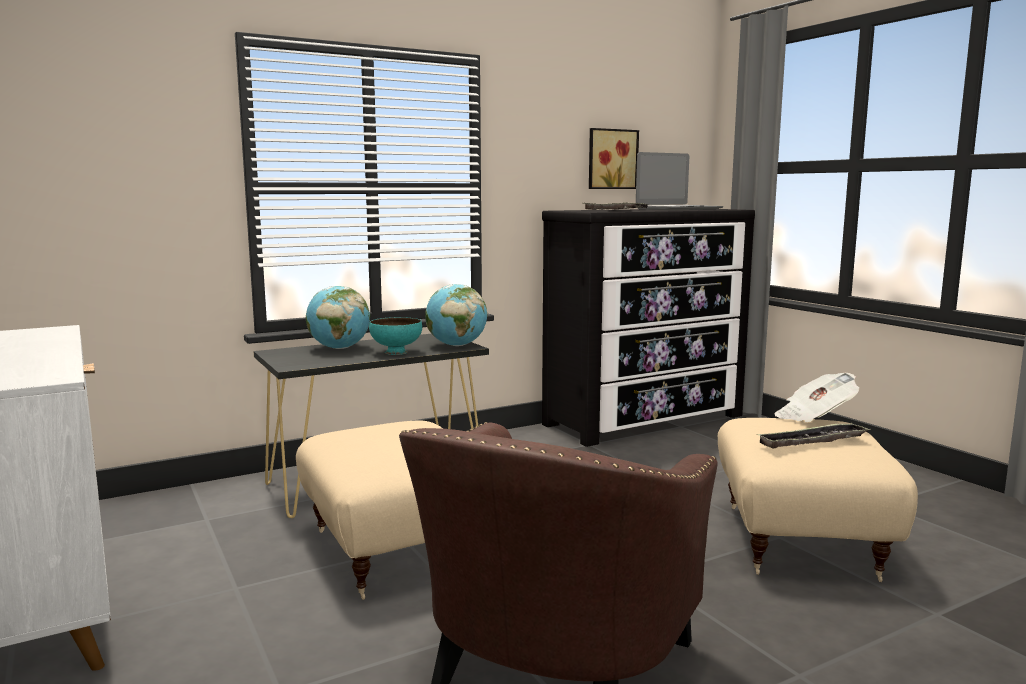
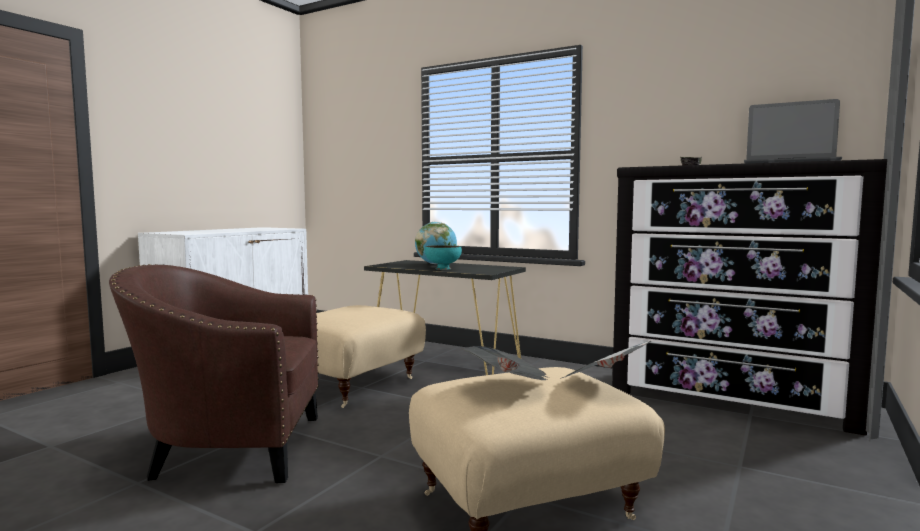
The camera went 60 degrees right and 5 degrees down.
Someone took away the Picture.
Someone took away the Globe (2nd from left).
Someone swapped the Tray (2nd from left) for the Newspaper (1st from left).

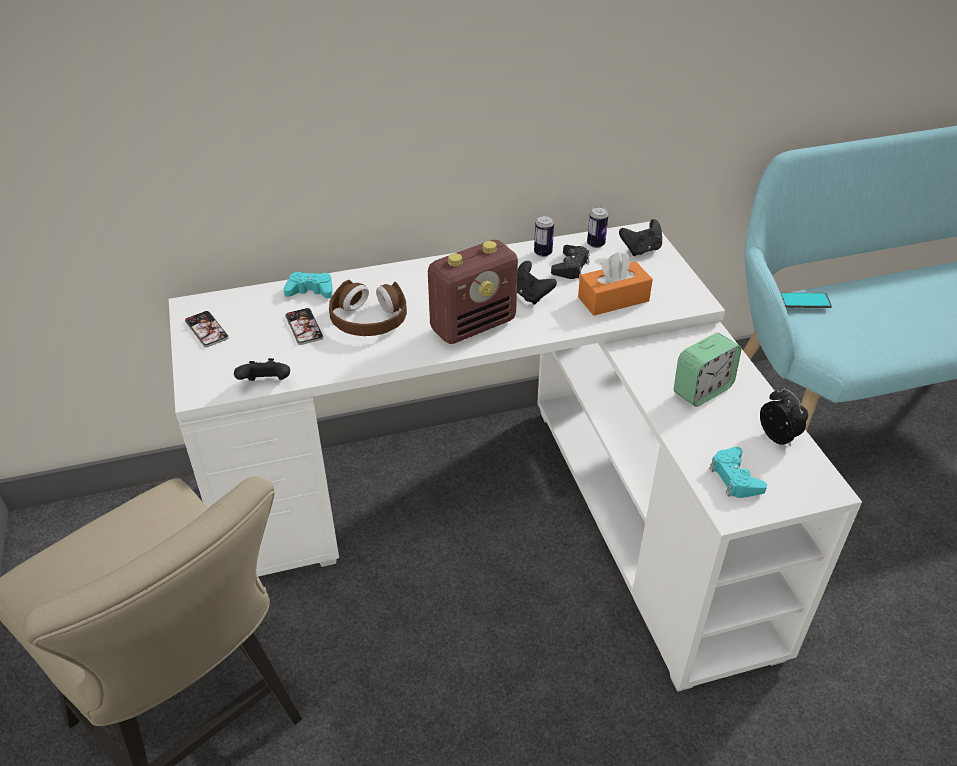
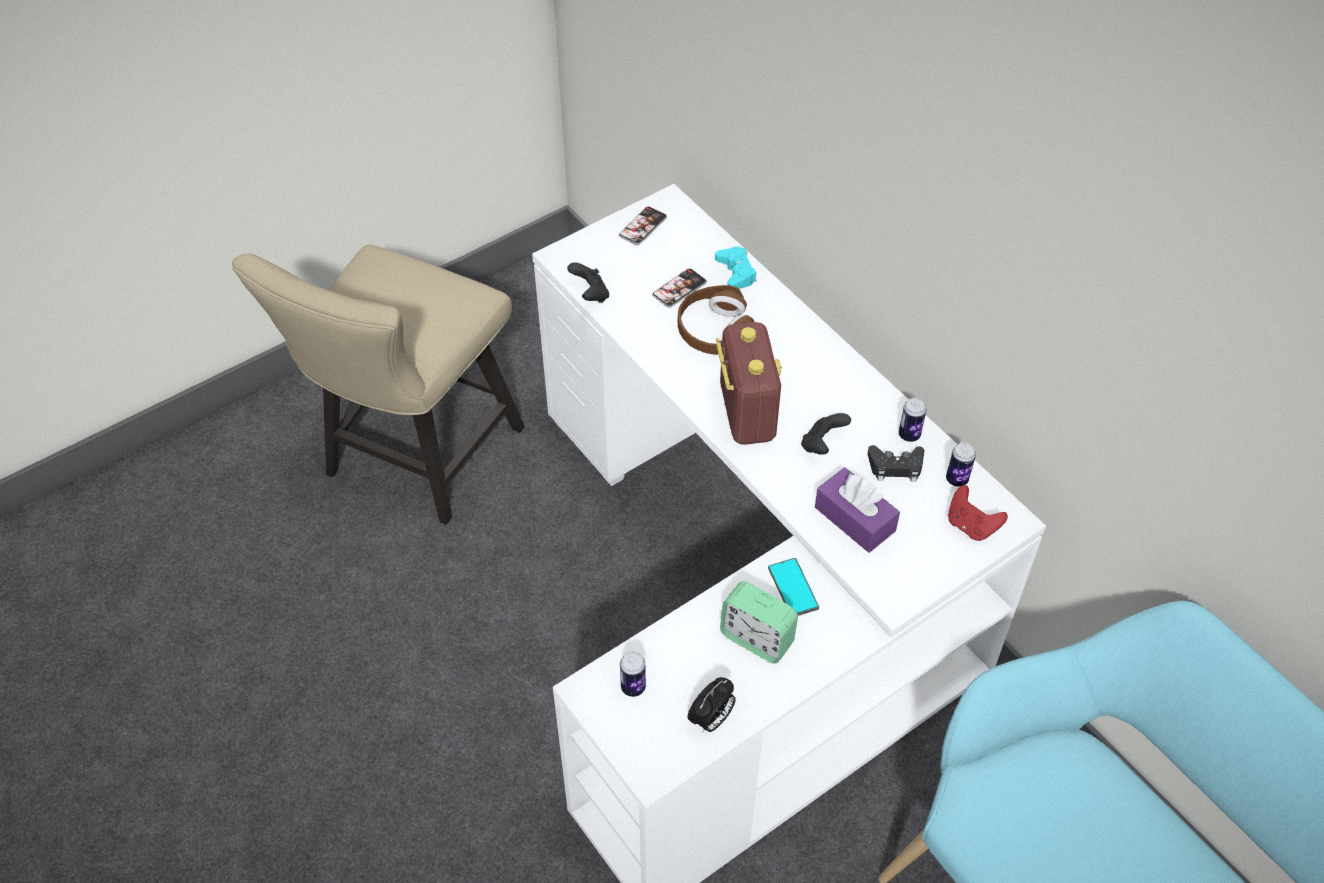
The camera went 70 degrees right and 10 degrees up.
Someone repainted the BlackGameController (4th from left), which became the RedGameController.
Someone rotated the Radio by 135 degrees counterclockwise.
Someone repainted the OrangeTissueBox, which became the PurpleTissueBox.
Someone carried the Phone (3rd from left).
Someone swapped the TurquoiseGameController (2nd from left) for the Can (1st from left).

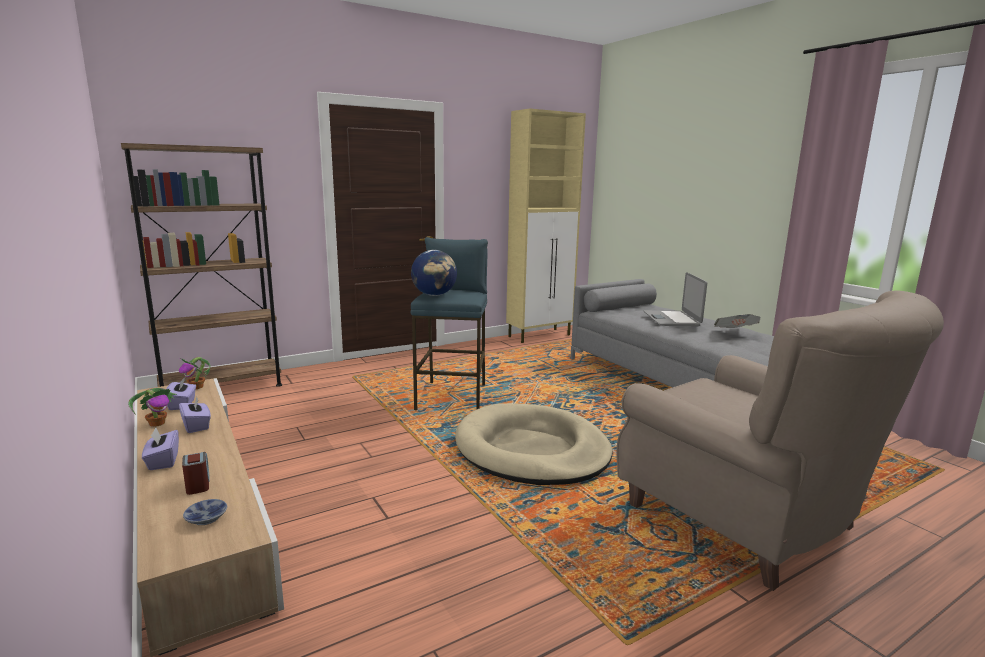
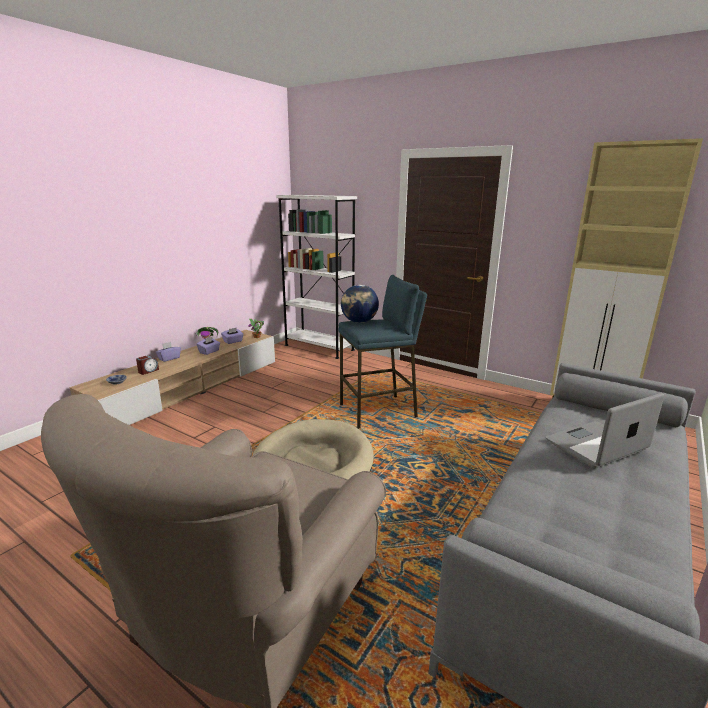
The camera went 65 degrees right and 5 degrees up.
Someone repainted the BrownBookcase, which became the WhiteBookcase.
Someone took away the Newspaper.

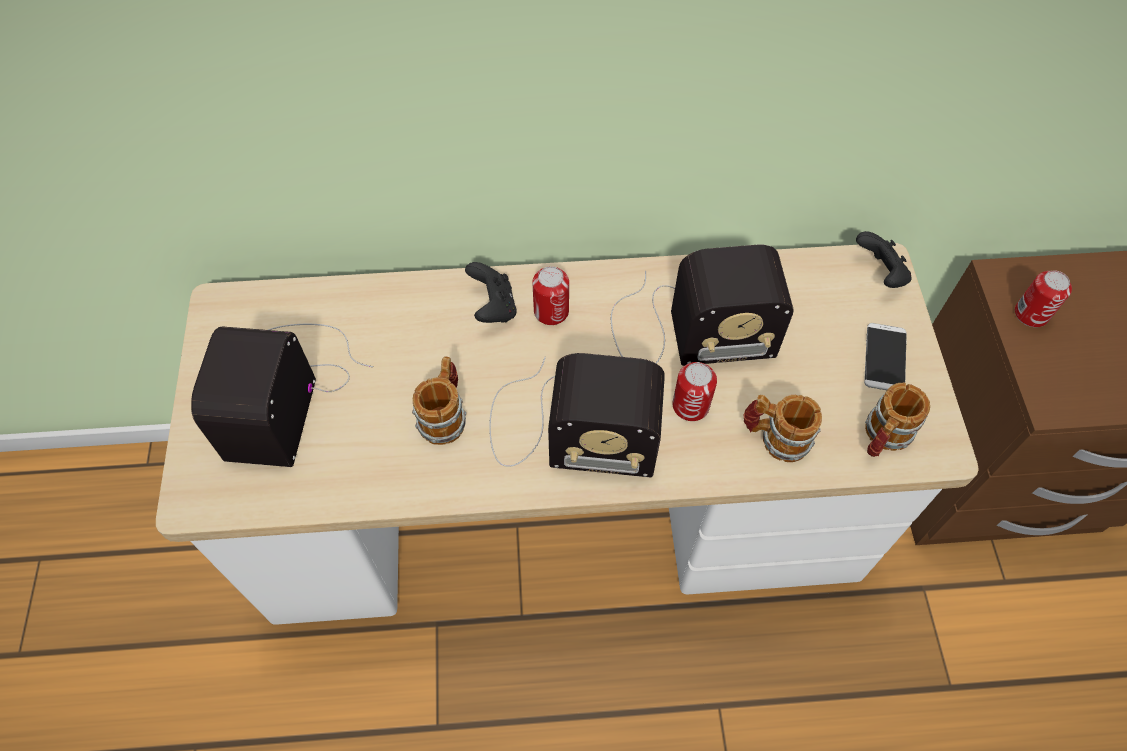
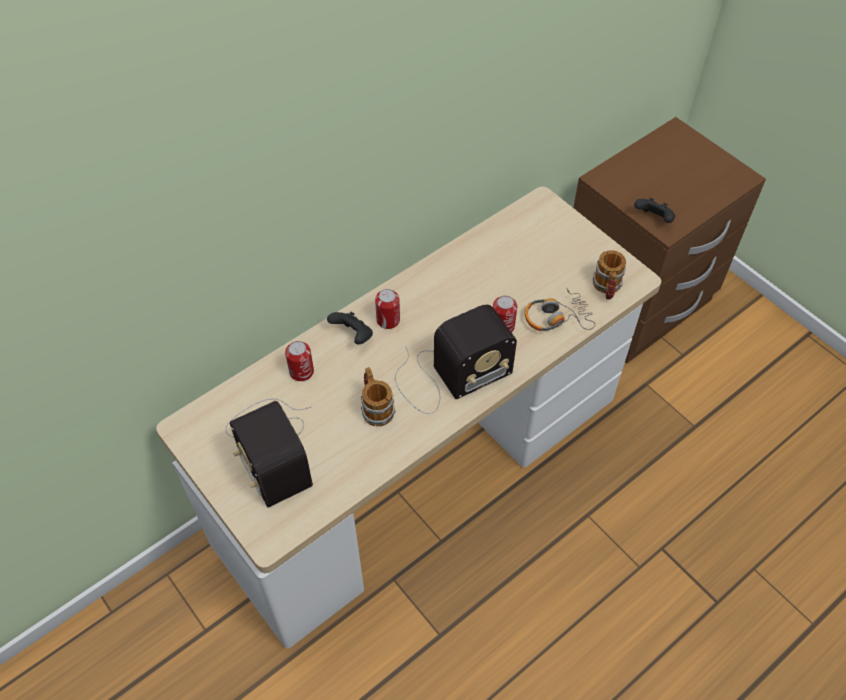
The camera went 35 degrees left and 5 degrees down.
Someone carried the BlackGameController (2nd from left).
Someone took away the Radio (3rd from left).
Someone carried the Can (3rd from left in the first image).
Someone took away the Phone.
Someone swapped the Mug (2nd from left) for the Headphones.

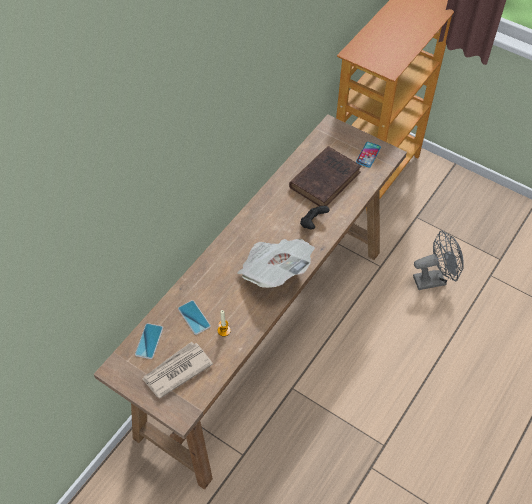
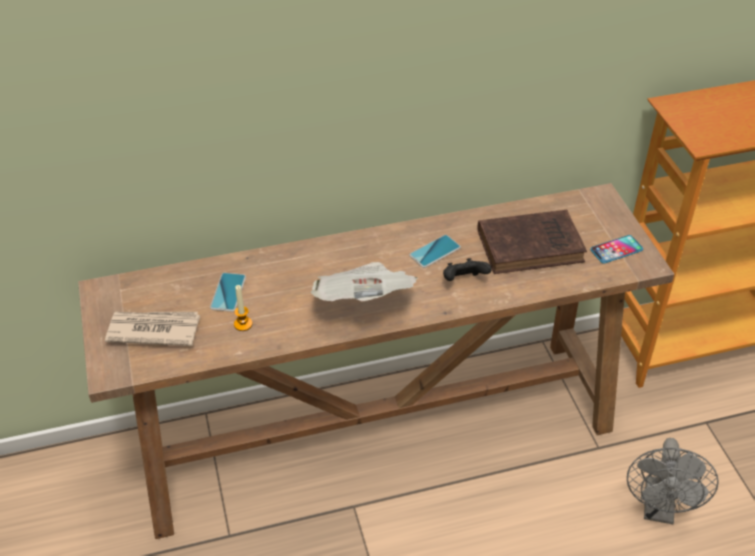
The camera went 40 degrees right and 10 degrees down.
Someone rotated the GreyFan by 75 degrees clockwise.
Someone carried the Phone (1st from left in the first image).

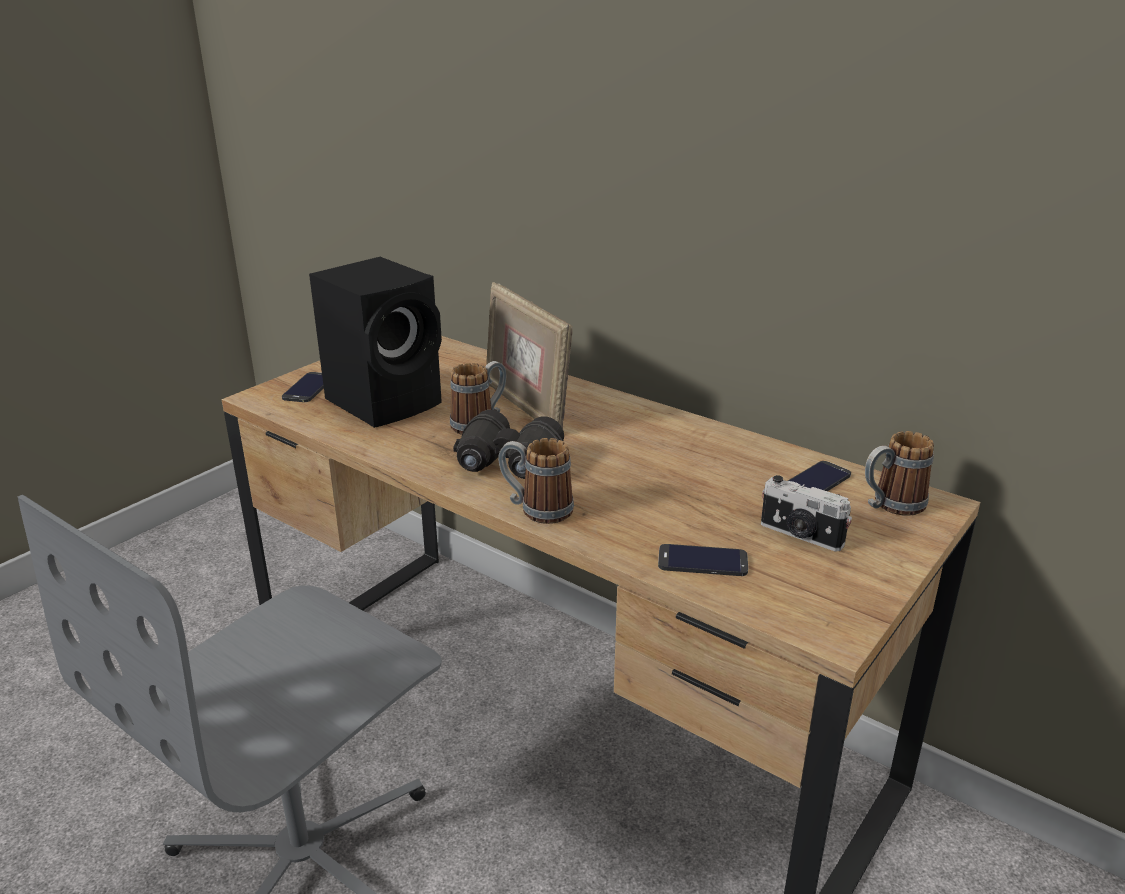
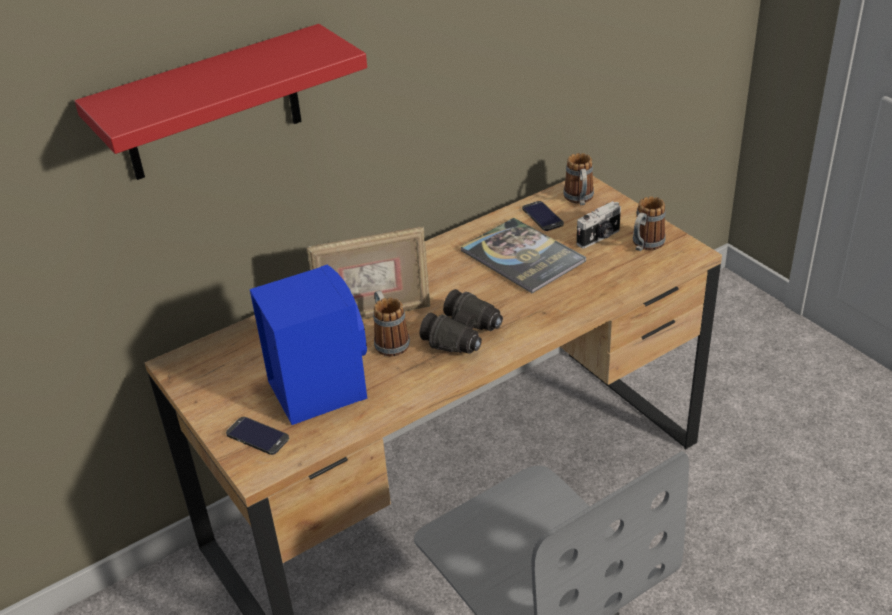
The camera went 70 degrees left and 10 degrees up.
Someone repainted the BlackSpeaker, which became the BlueSpeaker.
Someone carried the Mug (2nd from left in the first image).
Someone took away the Phone (2nd from left).
Someone put up the RedShelf.
Someone put down the Book.

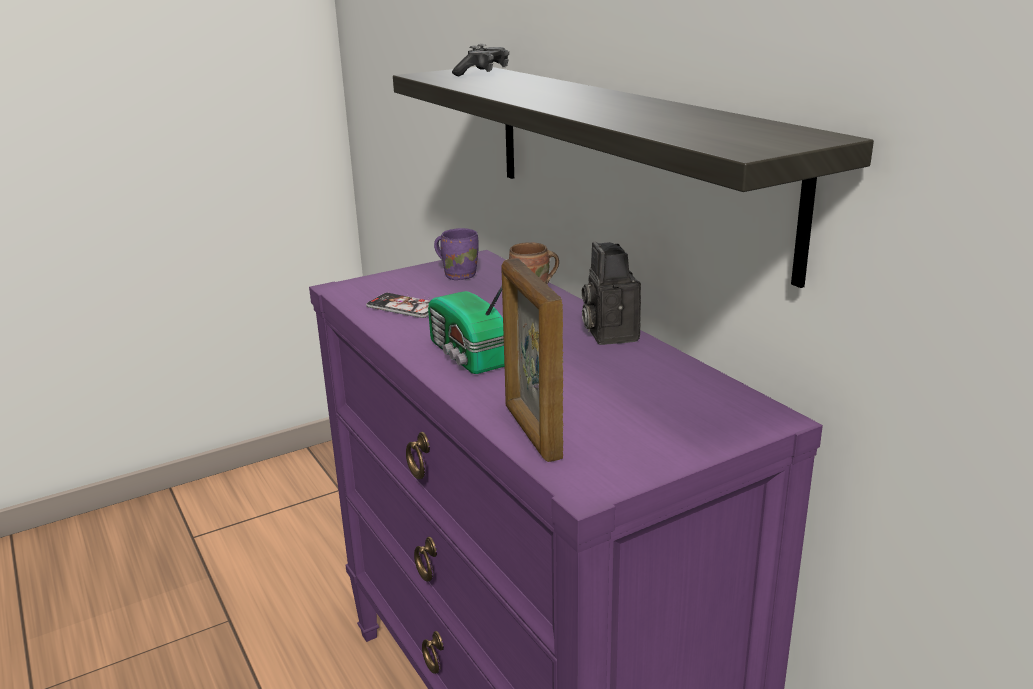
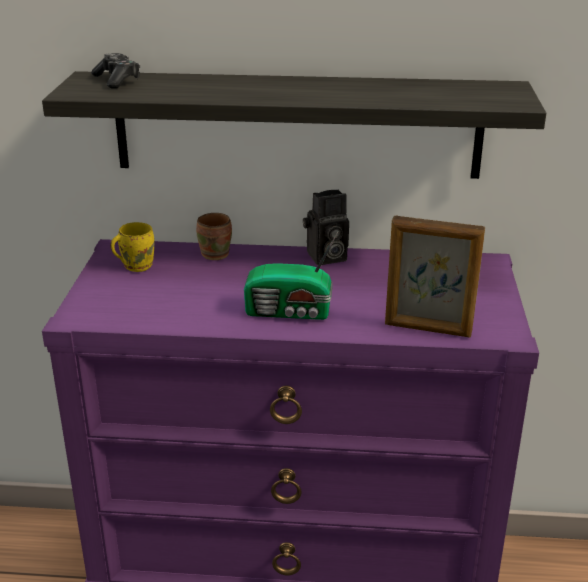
The camera went 55 degrees left and 5 degrees up.
Someone repainted the PurpleMug, which became the YellowMug.
Someone rotated the PhotoCamera by 45 degrees counterclockwise.
Someone took away the Phone.

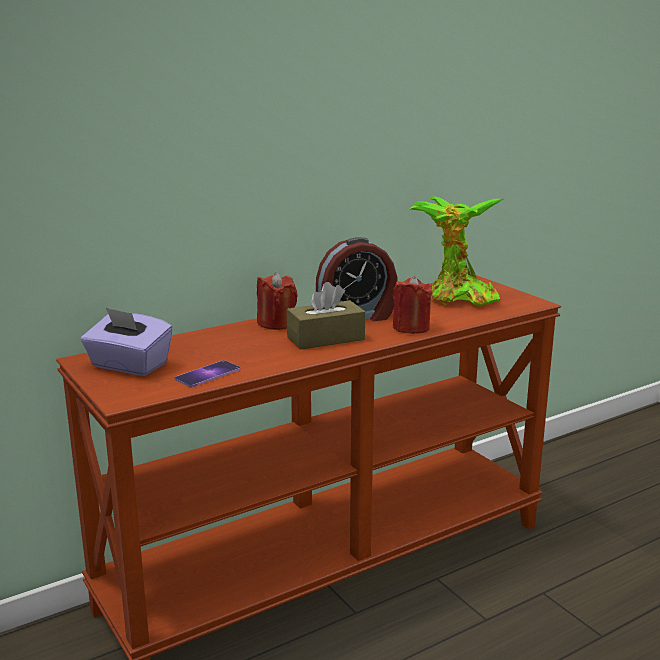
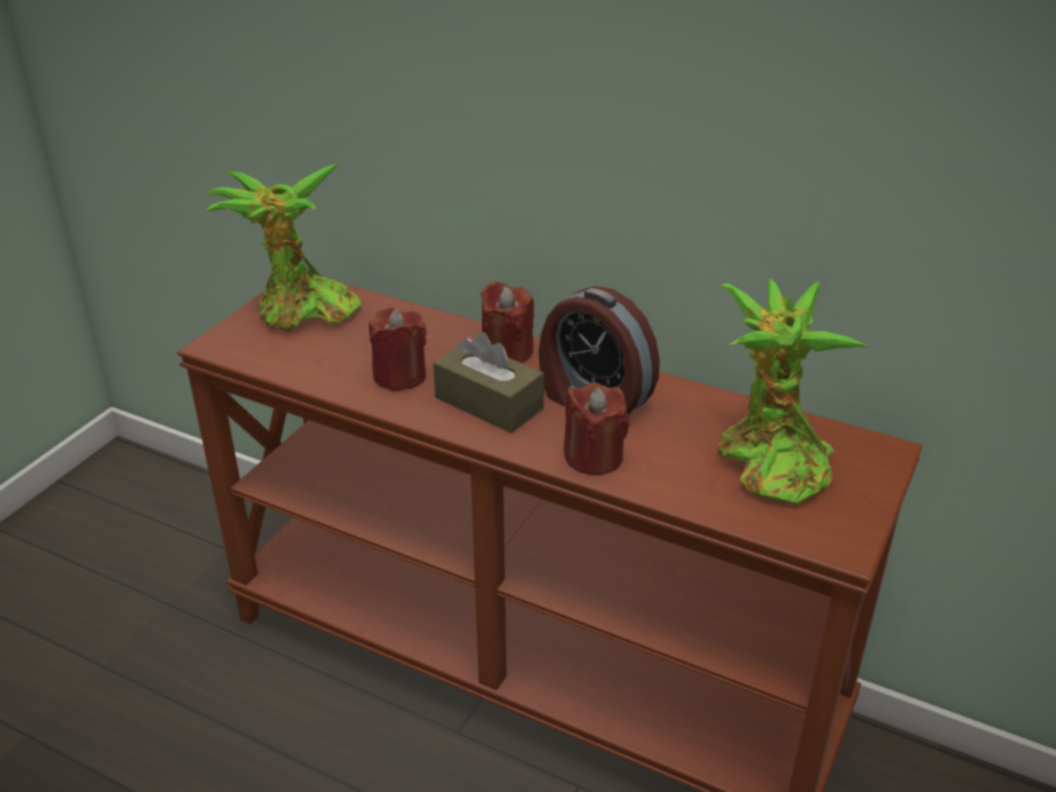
The camera went 60 degrees right and 15 degrees up.
Someone swapped the PurpleTissueBox for the PottedPlant (1st from left).
Someone took away the Phone.
Someone put down the RedCandle (1st from left).

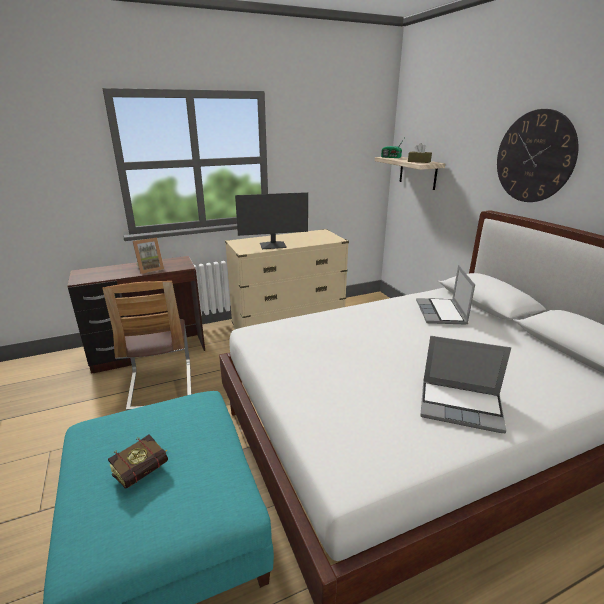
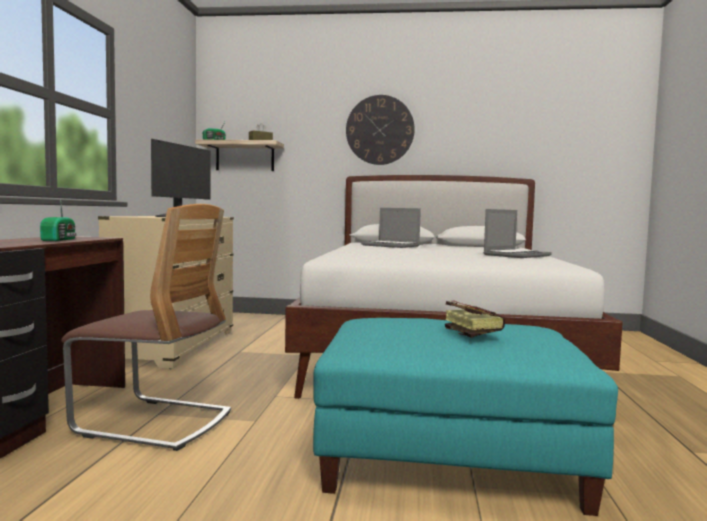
The camera went 60 degrees left and 20 degrees down.
Someone swapped the PictureFrame for the Radio (1st from left).

